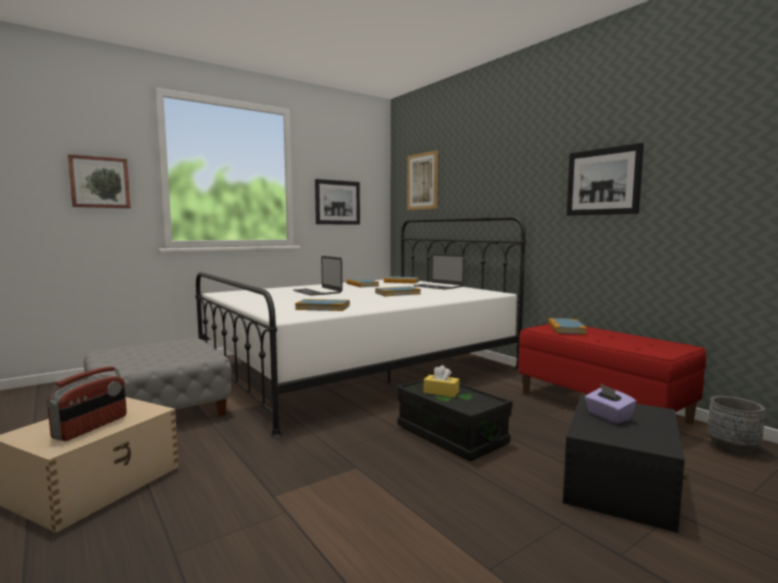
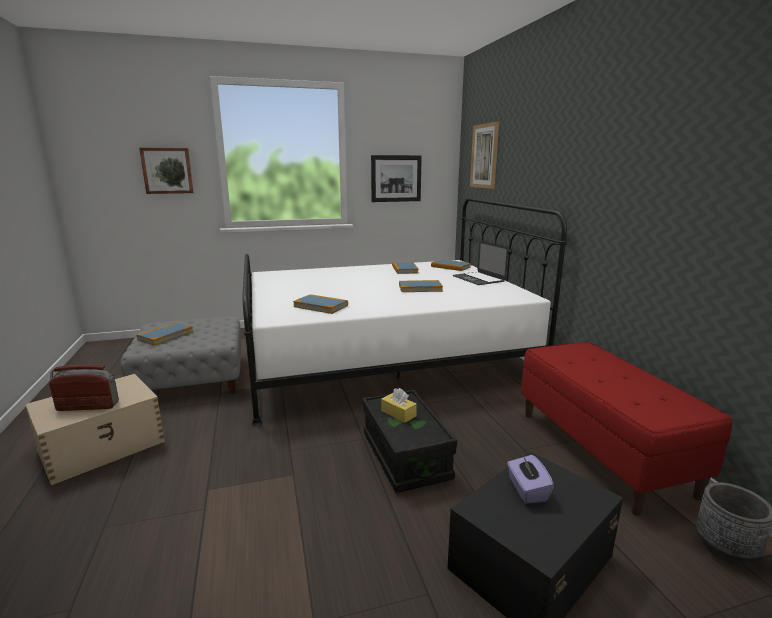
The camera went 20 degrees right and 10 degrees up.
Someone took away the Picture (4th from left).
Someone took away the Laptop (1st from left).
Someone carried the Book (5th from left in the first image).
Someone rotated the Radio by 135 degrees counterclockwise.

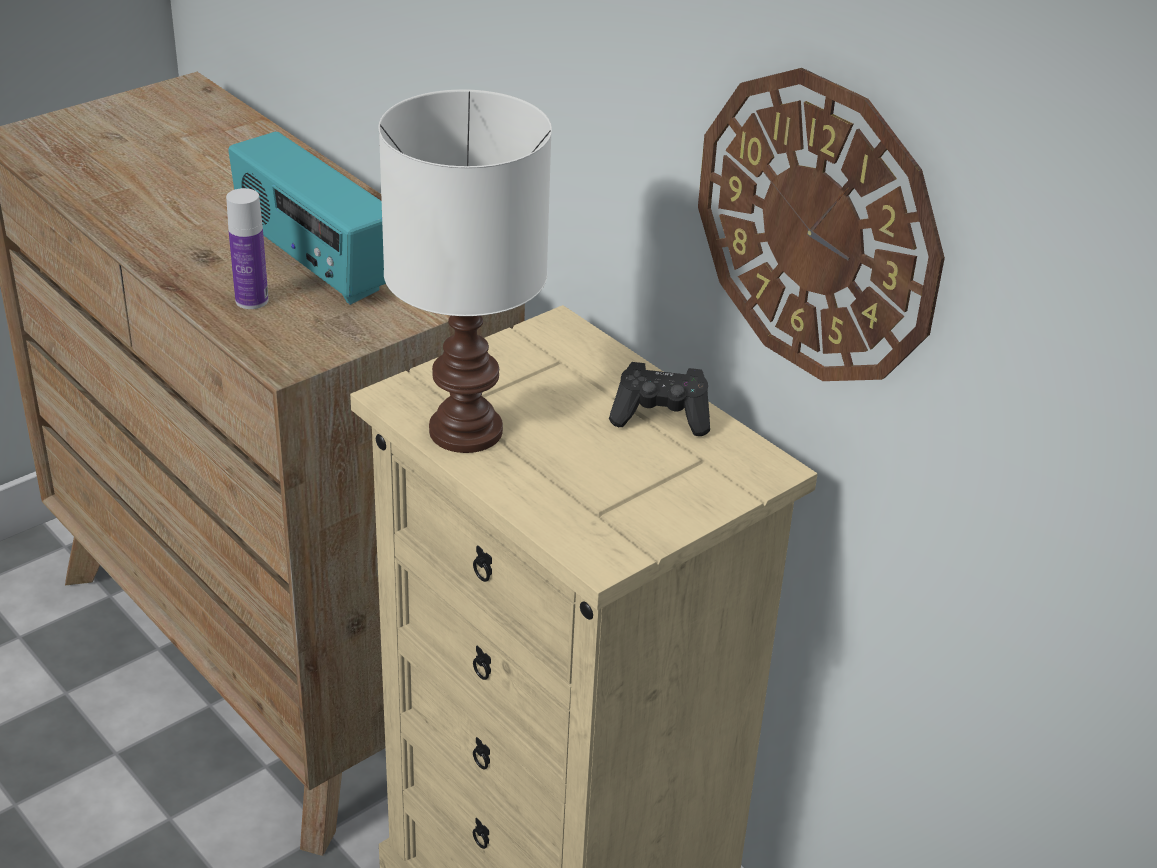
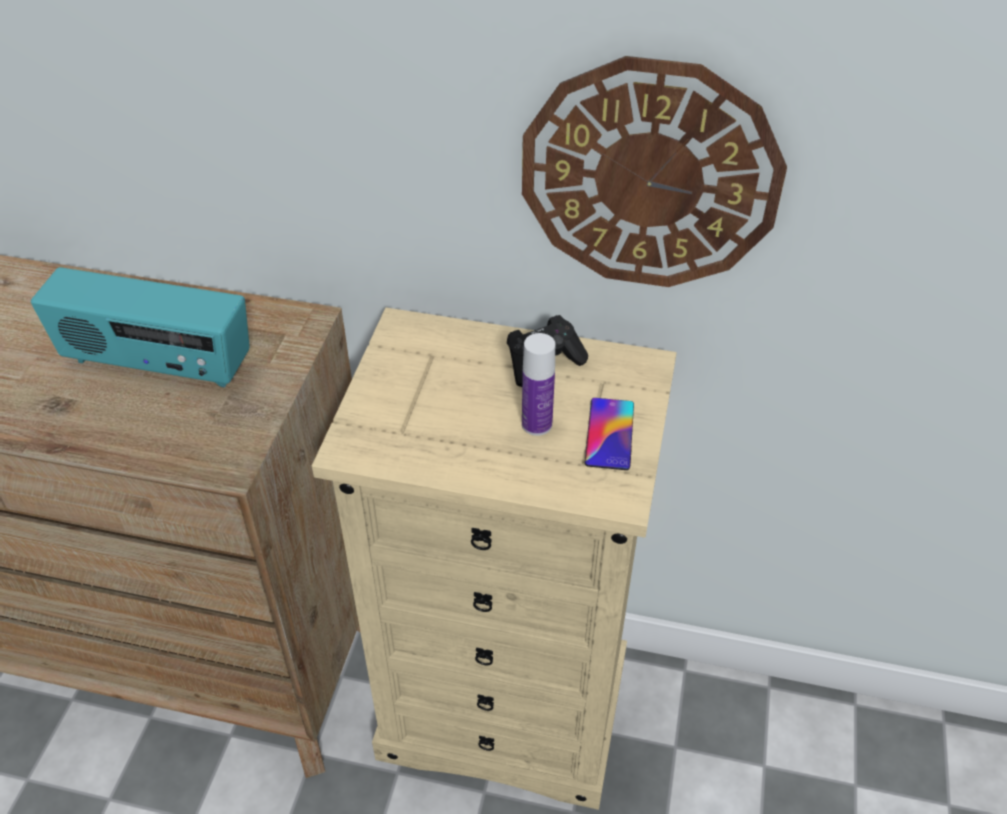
The camera went 35 degrees left and 10 degrees up.
Someone took away the WhiteTableLamp.
Someone carried the Bottle.
Someone put down the Phone.

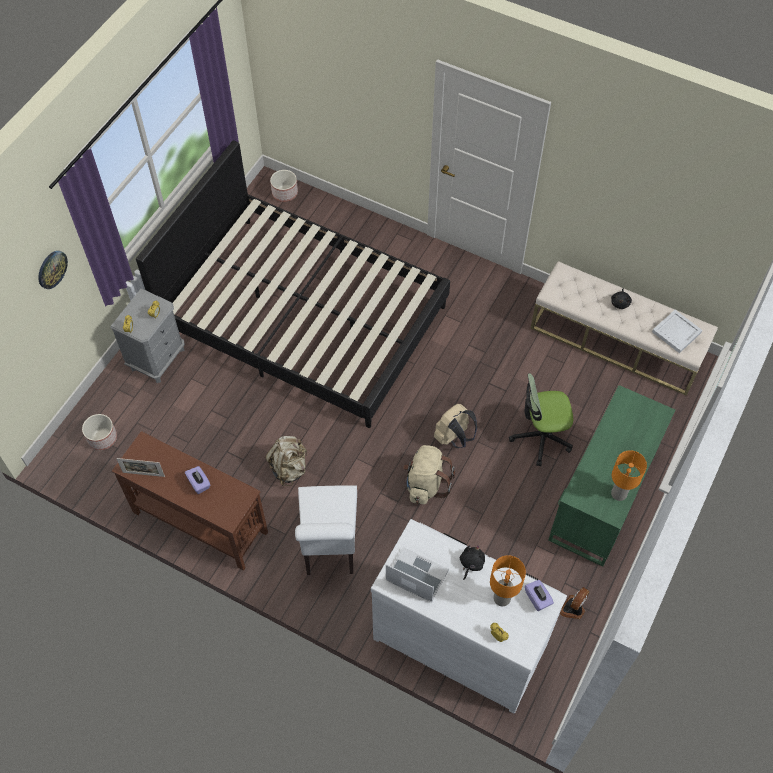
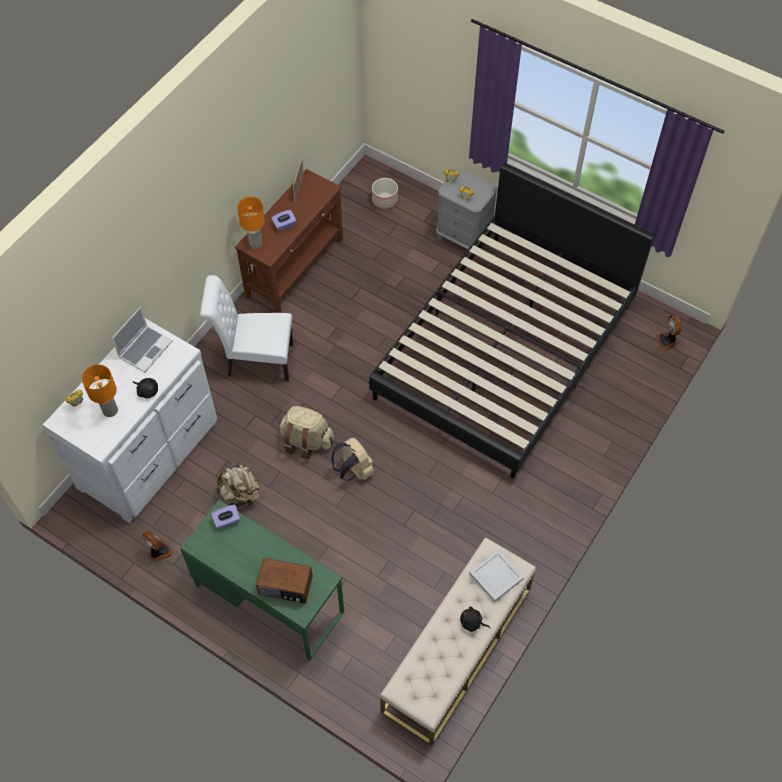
The camera went 95 degrees right and 0 degrees up.
Someone swapped the Planter (2nd from left) for the Fan (2nd from left).
Someone took away the WallClock.
Someone carried the WhiteTray.
Someone took away the OfficeChair.
Someone carried the BeigeBackpack (1st from left).
Someone carried the OrangeTableLamp (2nd from left).
Someone carried the PurpleTissueBox (2nd from left in the first image).
Someone put down the Radio.

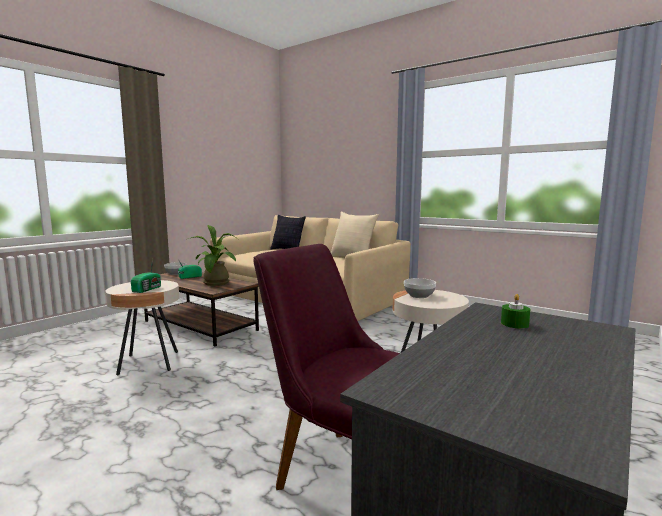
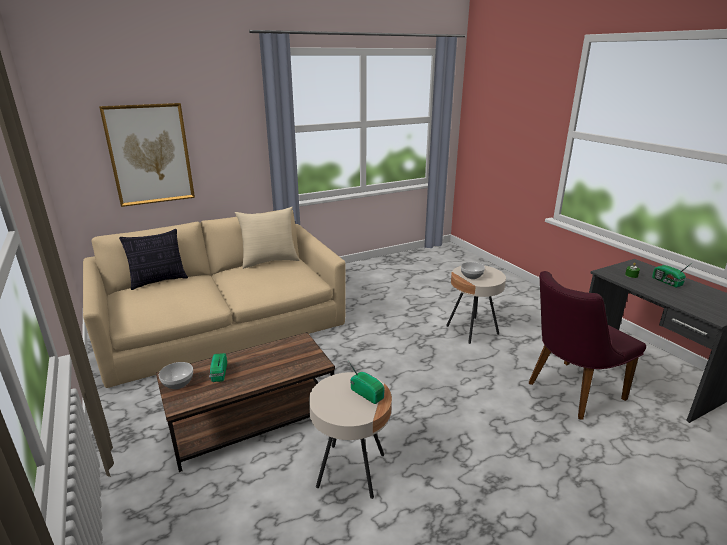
The camera went 65 degrees left and 15 degrees up.
Someone took away the PottedPlant.
Someone put up the Picture.
Someone put down the Radio (3rd from left).

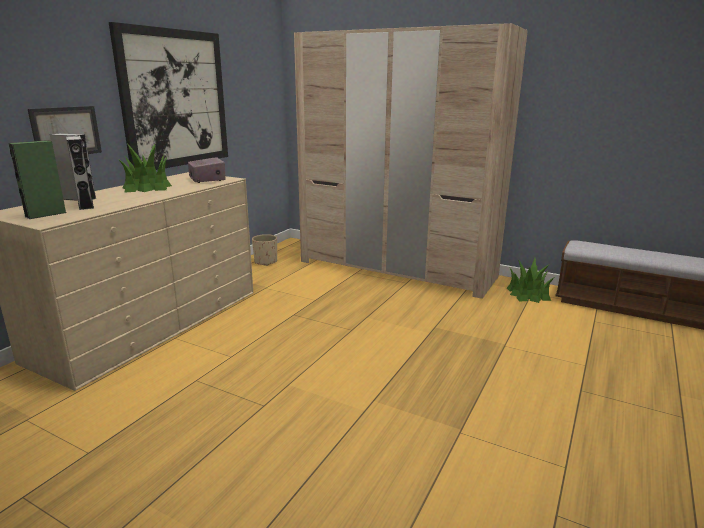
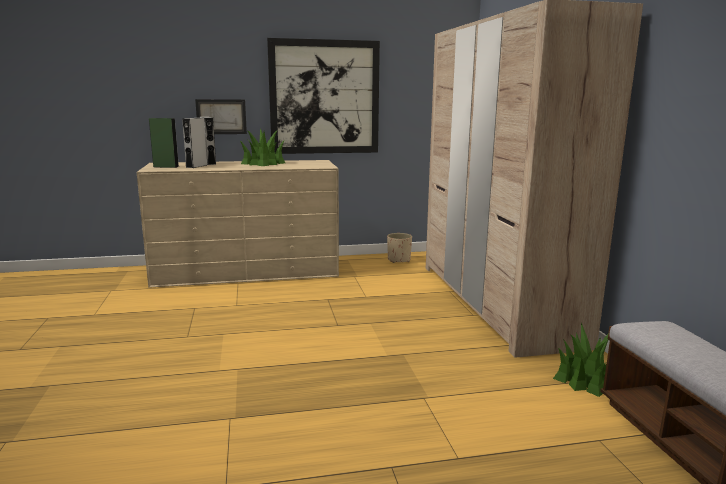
The camera went 50 degrees right and 5 degrees down.
Someone took away the Radio.

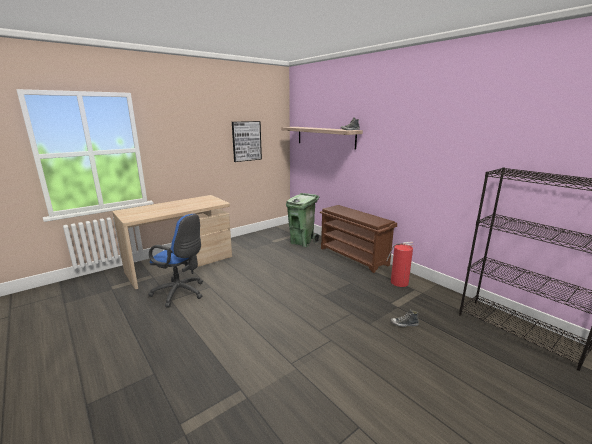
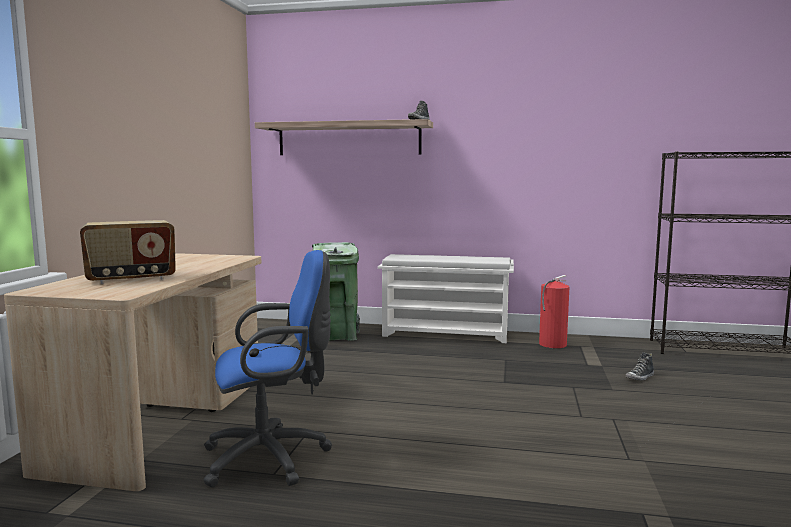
The camera went 40 degrees left and 10 degrees down.
Someone took away the Picture.
Someone repainted the BrownShoeRack, which became the WhiteShoeRack.
Someone put down the Radio.

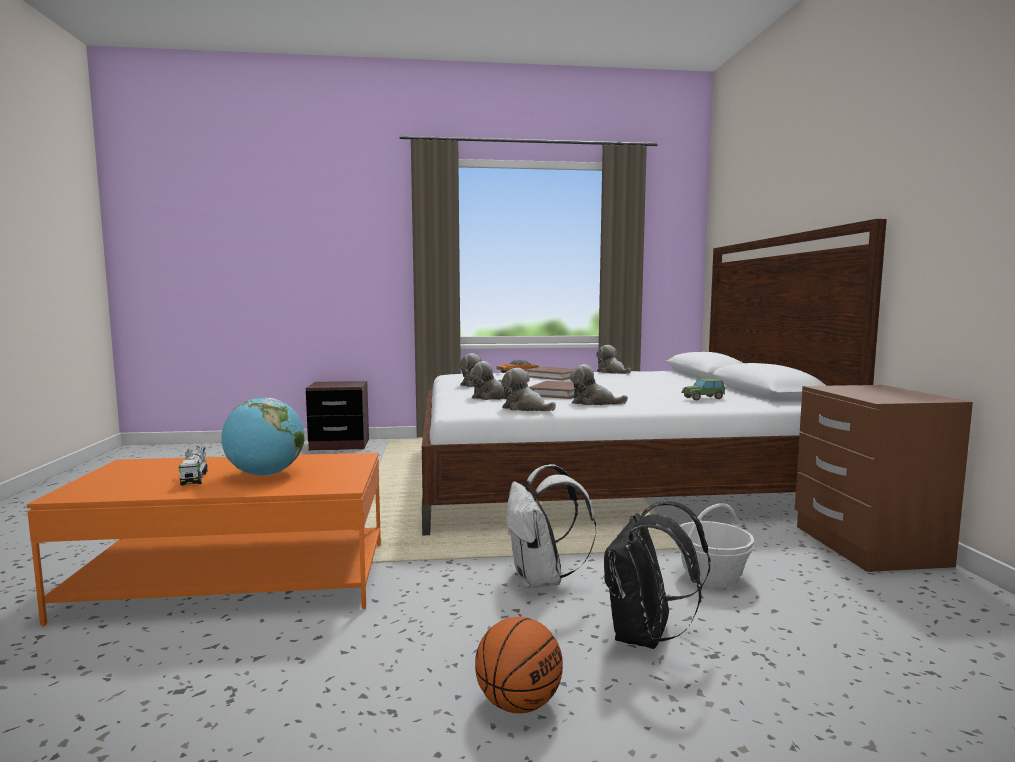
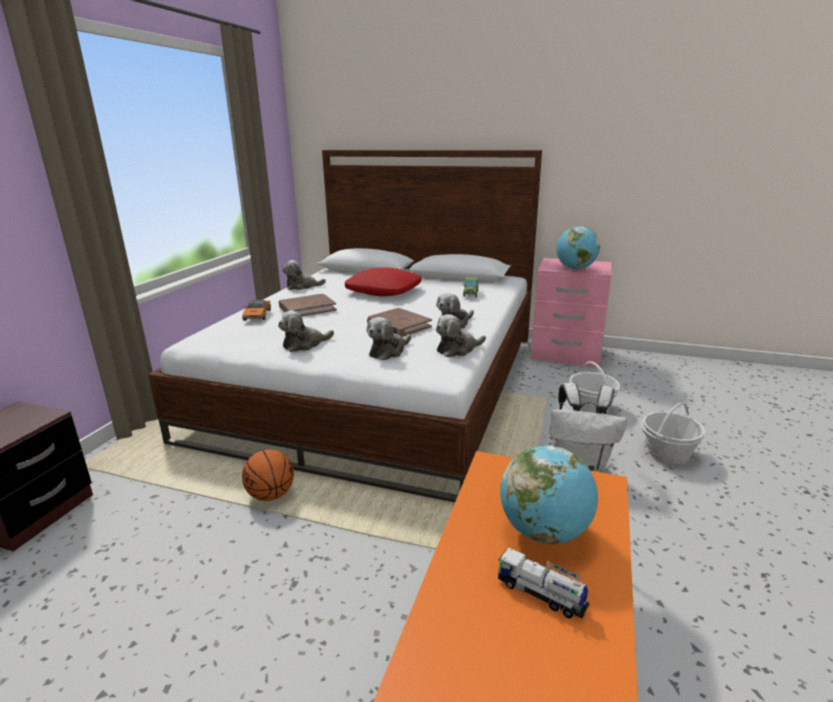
The camera went 65 degrees left and 15 degrees up.
Someone repainted the BrownNightstand (2nd from left), which became the PinkNightstand.
Someone rotated the ToyTruck by 150 degrees counterclockwise.
Someone swapped the BlackBackpack for the Basket (2nd from left).
Someone carried the Basketball.
Someone put down the Globe (2nd from left).
Someone put down the RedPillow.

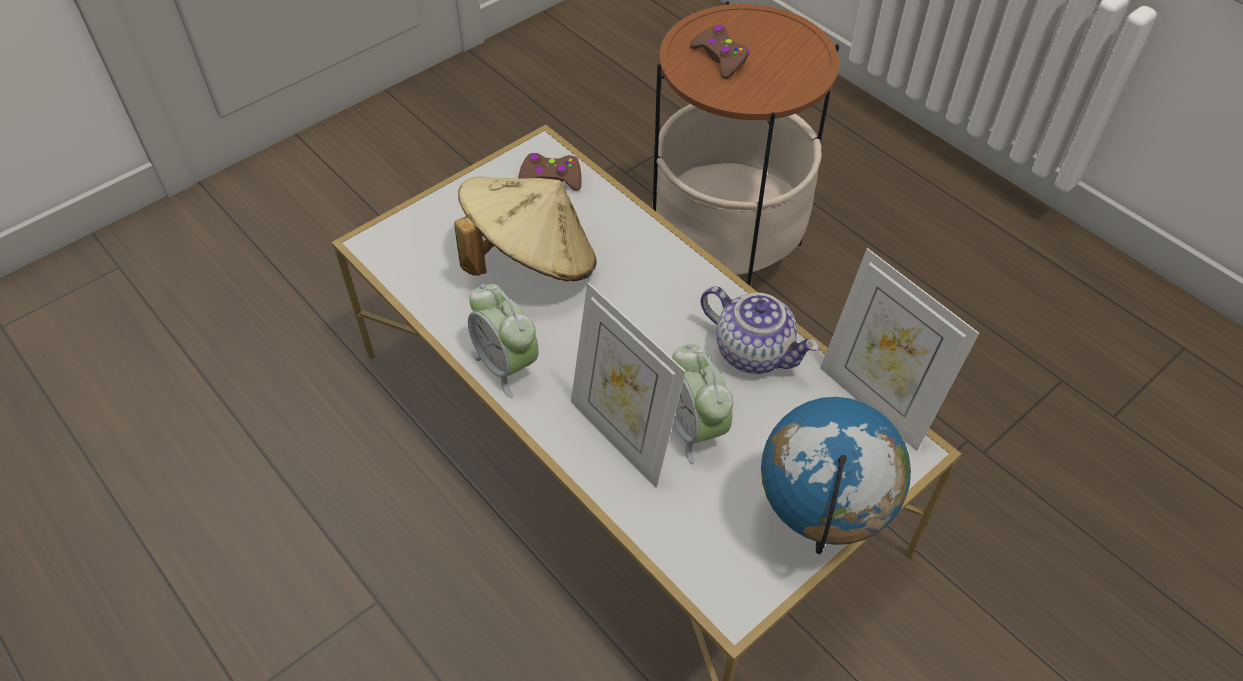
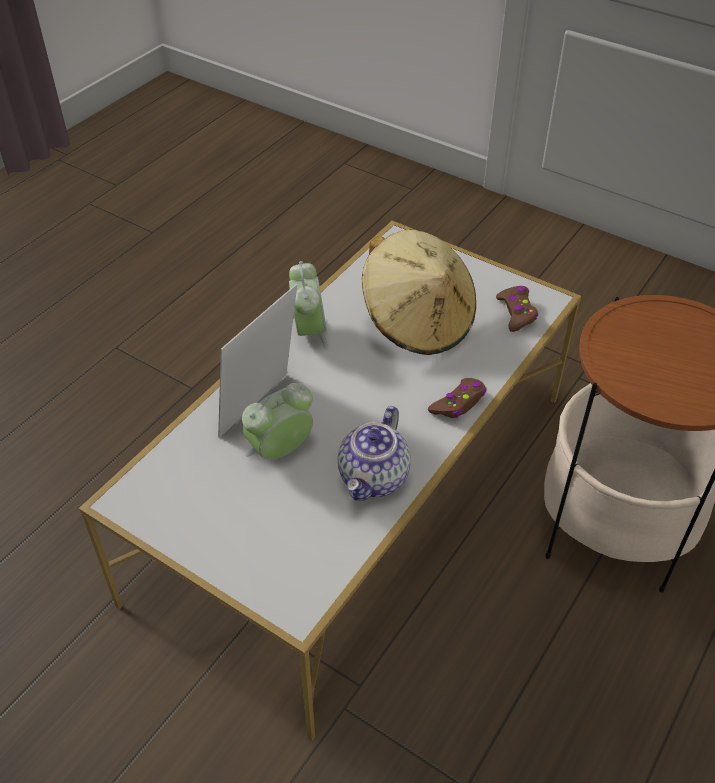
The camera went 75 degrees right and 5 degrees down.
Someone carried the BrownGameController (2nd from left in the first image).
Someone took away the PictureFrame (2nd from left).
Someone rotated the AlarmClock (1st from left in the first image) by 135 degrees clockwise.
Someone took away the Globe.

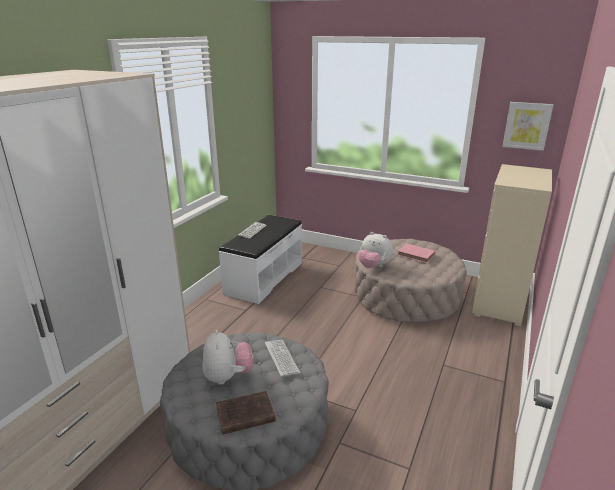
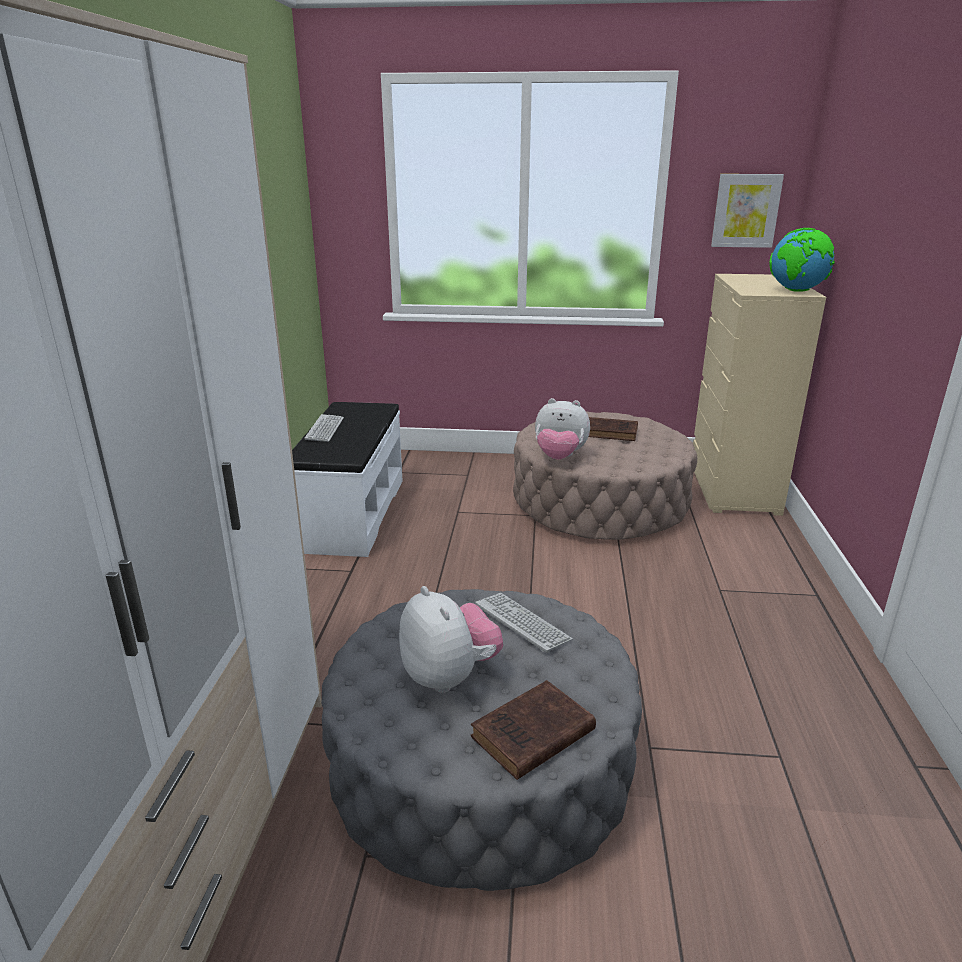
The camera went 20 degrees left and 0 degrees up.
Someone repainted the PinkBook, which became the BrownBook (2nd from left).
Someone put down the Globe.

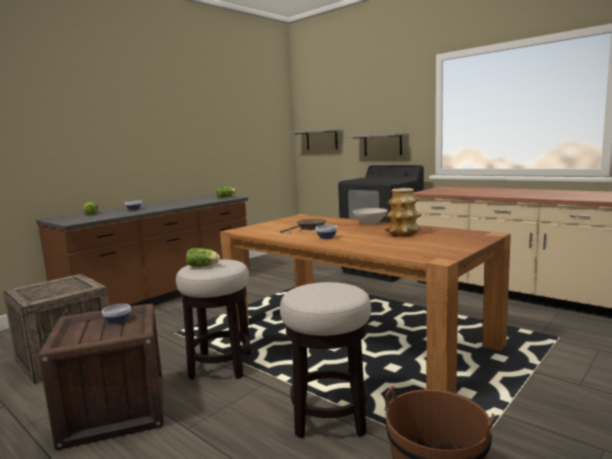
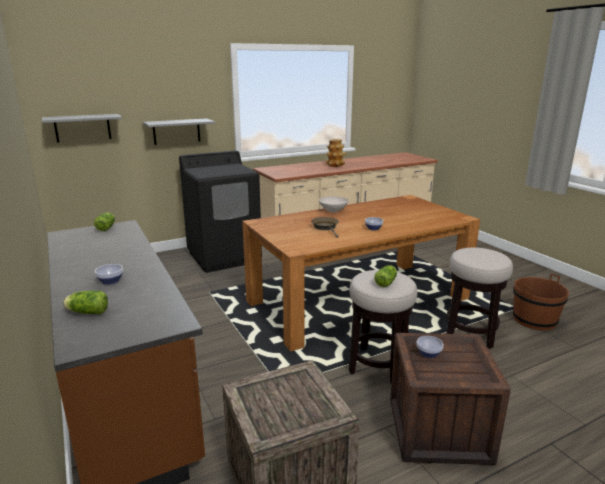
The camera went 70 degrees left and 10 degrees up.
Someone carried the Vase.

